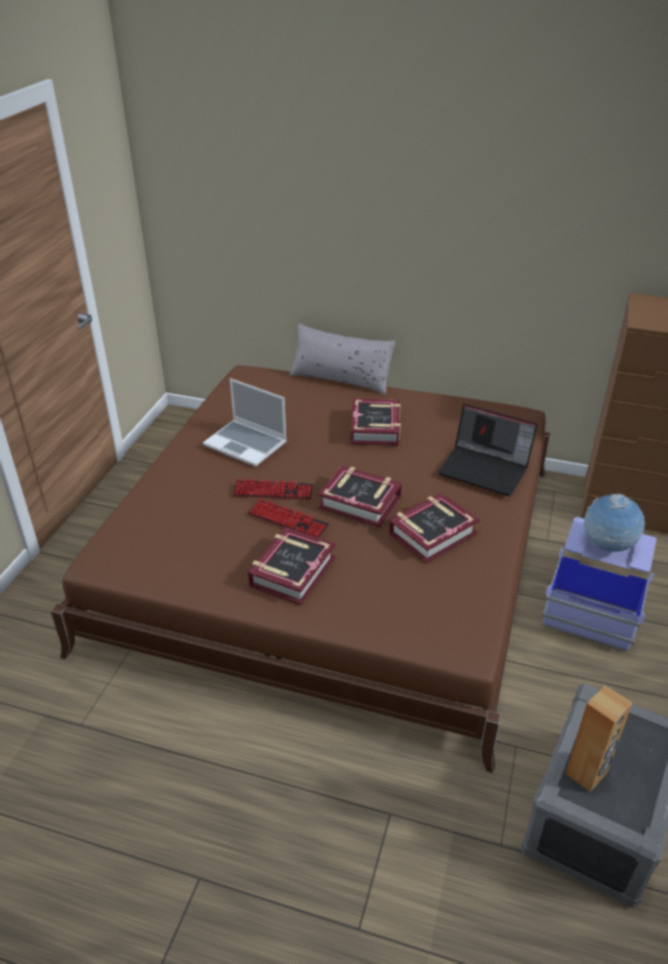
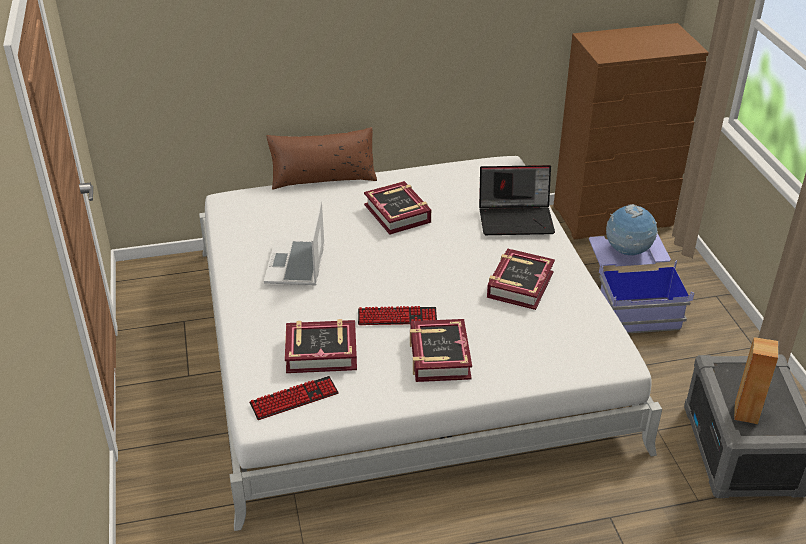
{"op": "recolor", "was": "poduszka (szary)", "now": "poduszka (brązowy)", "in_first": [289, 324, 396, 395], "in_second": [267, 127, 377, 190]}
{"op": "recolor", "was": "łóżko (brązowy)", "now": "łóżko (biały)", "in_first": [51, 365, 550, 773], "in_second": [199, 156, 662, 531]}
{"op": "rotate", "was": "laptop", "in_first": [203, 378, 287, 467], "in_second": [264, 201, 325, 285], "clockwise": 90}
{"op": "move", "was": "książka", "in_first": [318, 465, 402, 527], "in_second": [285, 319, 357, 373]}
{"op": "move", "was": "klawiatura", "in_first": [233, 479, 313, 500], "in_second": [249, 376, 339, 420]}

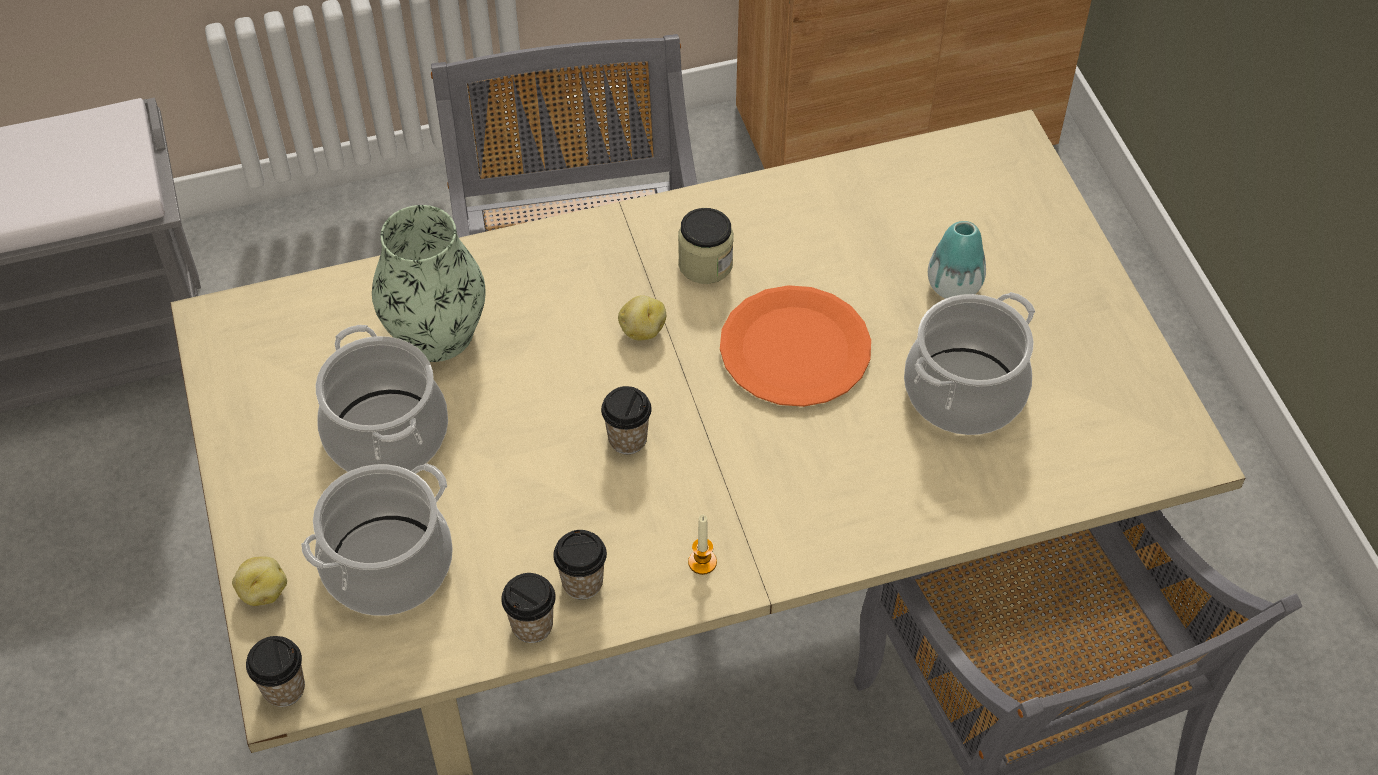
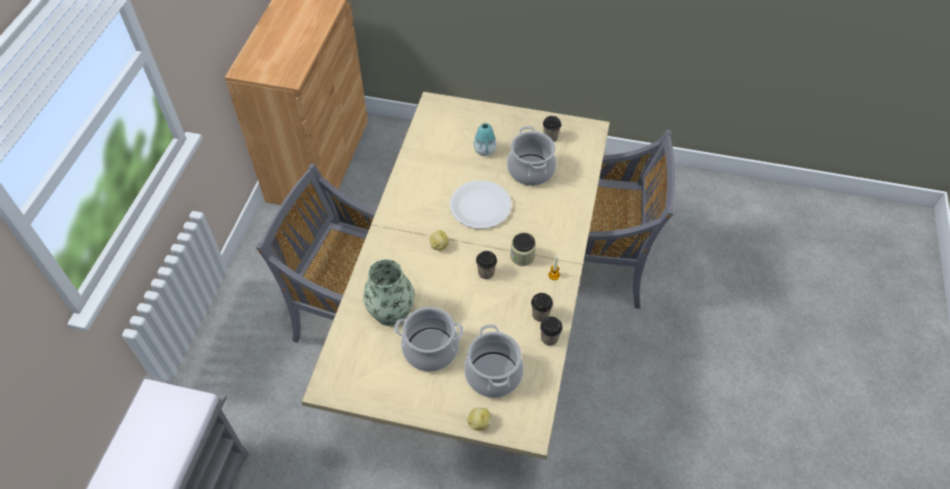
{"op": "move", "was": "słoik", "in_first": [678, 208, 734, 284], "in_second": [511, 233, 536, 266]}
{"op": "recolor", "was": "talerz (pomarańczowy)", "now": "talerz (biały)", "in_first": [720, 285, 871, 407], "in_second": [450, 180, 511, 229]}
{"op": "move", "was": "filiżanka", "in_first": [246, 636, 305, 707], "in_second": [543, 116, 561, 142]}

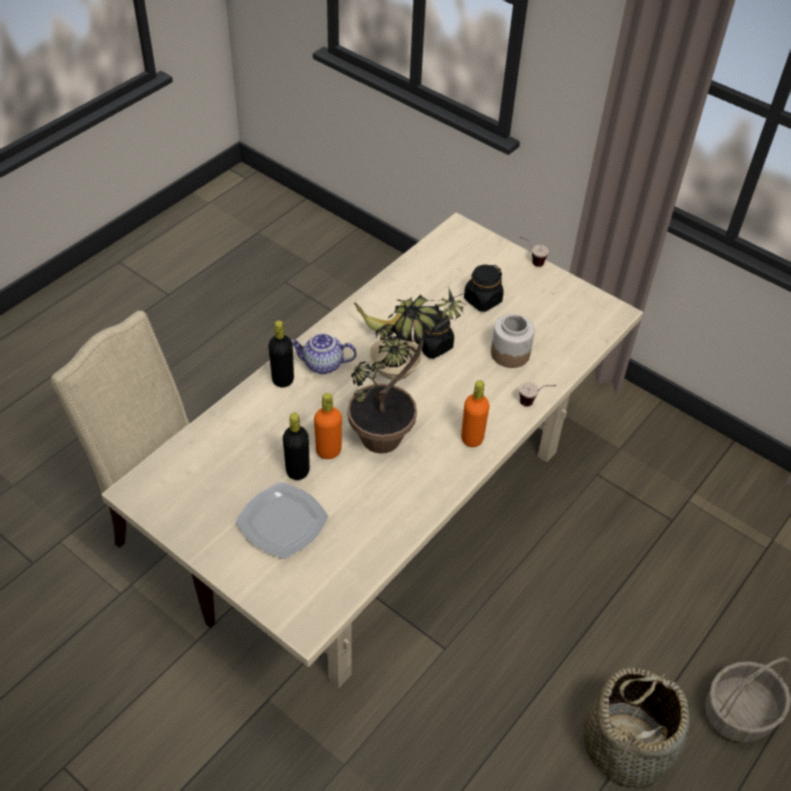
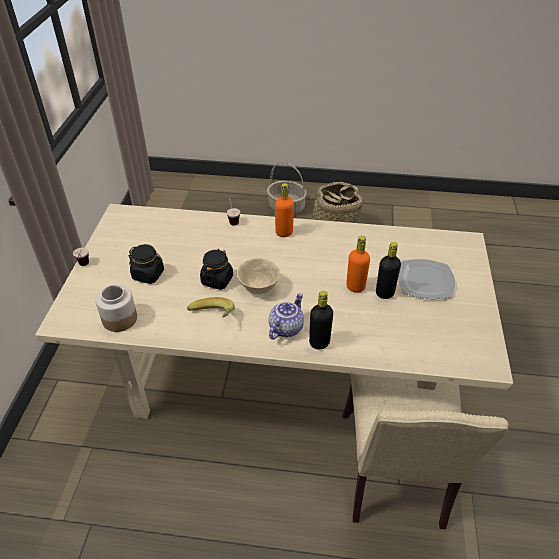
{"op": "delete", "was": "roślina doniczkowa", "in_first": [347, 288, 473, 454]}
{"op": "move", "was": "słoik", "in_first": [491, 314, 535, 368], "in_second": [95, 284, 137, 332]}
{"op": "rotate", "was": "imbryk", "in_first": [291, 333, 357, 374], "in_second": [269, 293, 304, 340], "clockwise": -120}

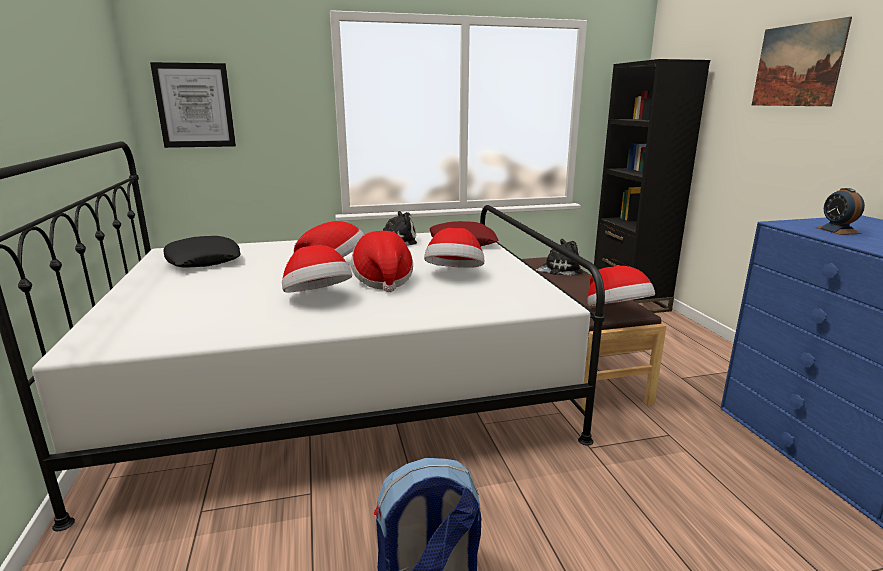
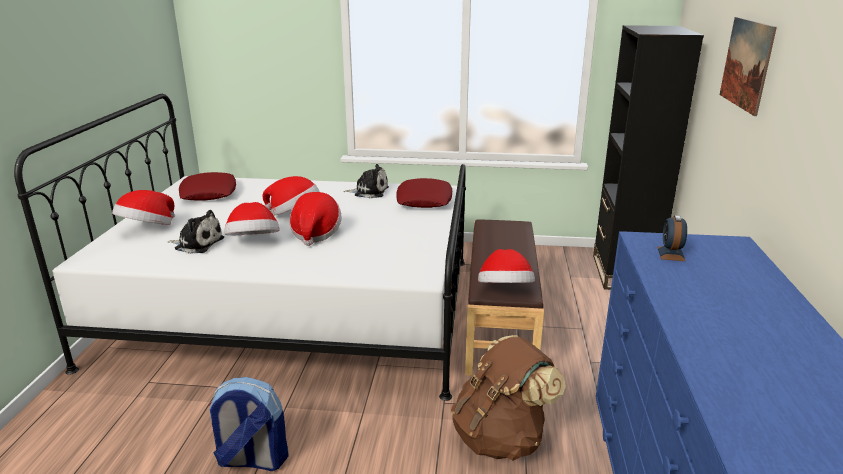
{"op": "delete", "was": "obraz", "in_first": [150, 62, 236, 148]}
{"op": "move", "was": "kapelusz", "in_first": [424, 228, 484, 268], "in_second": [112, 190, 175, 225]}
{"op": "recolor", "was": "poduszka (czarny)", "now": "poduszka (czerwony)", "in_first": [163, 236, 241, 268], "in_second": [179, 172, 236, 201]}
{"op": "move", "was": "pluszak", "in_first": [535, 239, 583, 276], "in_second": [168, 210, 224, 254]}
{"op": "insert", "now": "plecak (brązowy)", "in_second": [451, 335, 566, 461]}

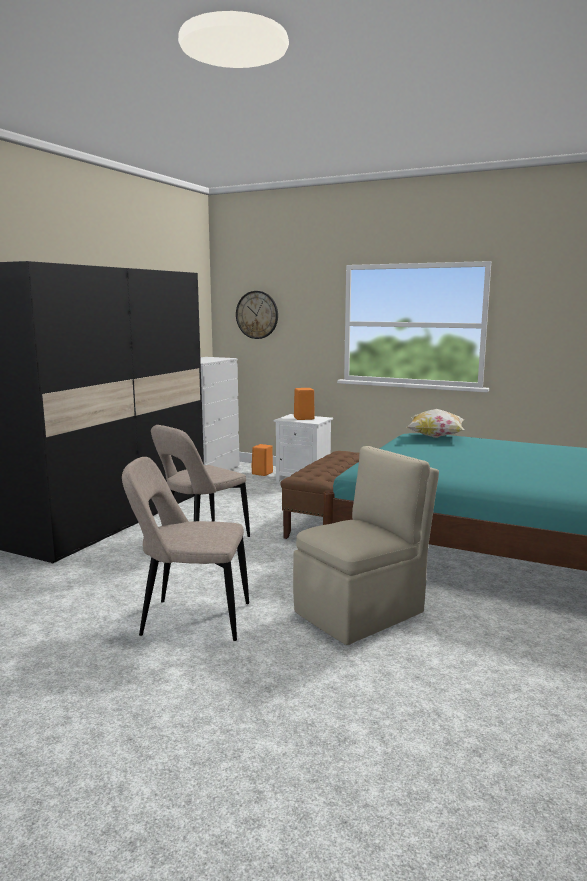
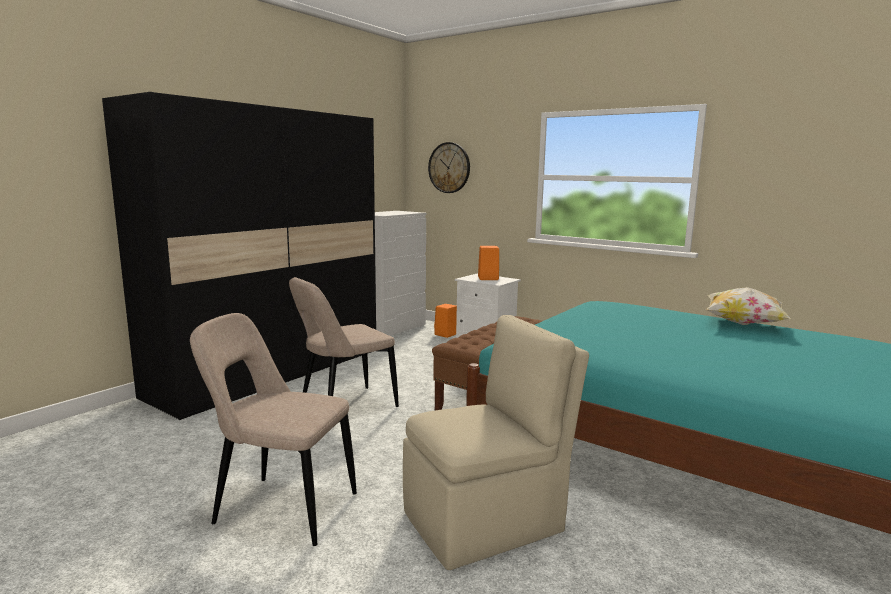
{"op": "move", "was": "poduszka", "in_first": [407, 409, 464, 438], "in_second": [705, 287, 792, 325]}

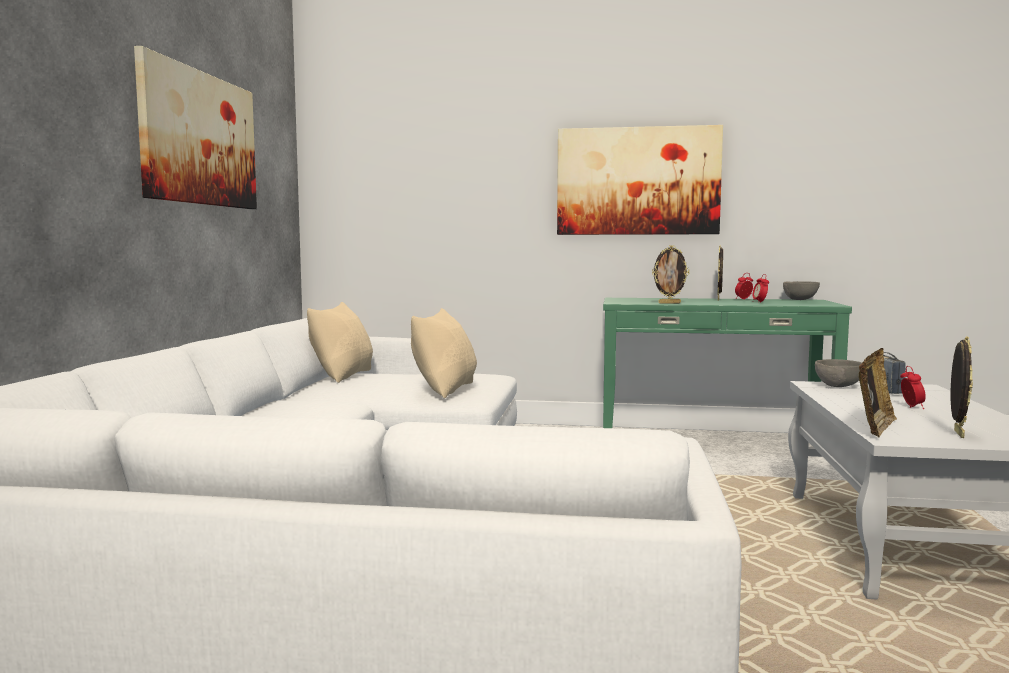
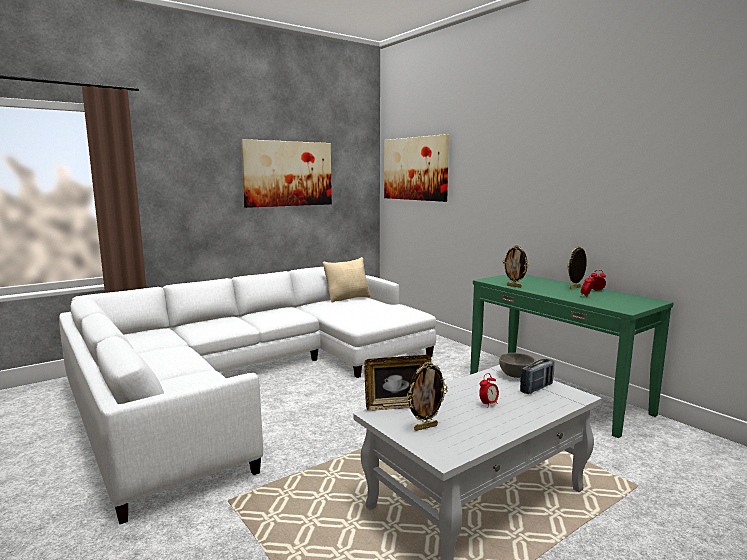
{"op": "move", "was": "obraz", "in_first": [557, 125, 723, 235], "in_second": [384, 134, 449, 202]}
{"op": "delete", "was": "miska (szary)", "in_first": [783, 281, 820, 300]}
{"op": "delete", "was": "poduszka (beżowy)", "in_first": [411, 308, 477, 398]}

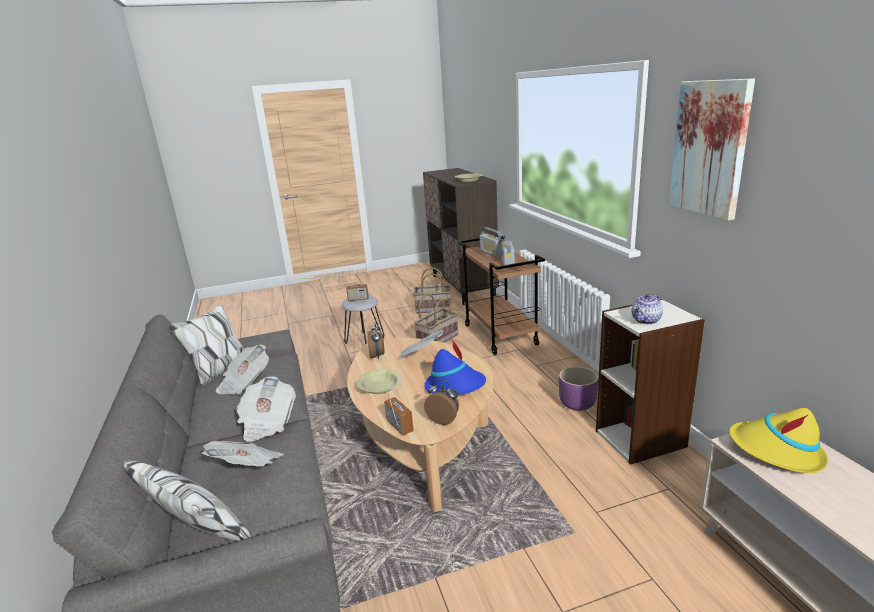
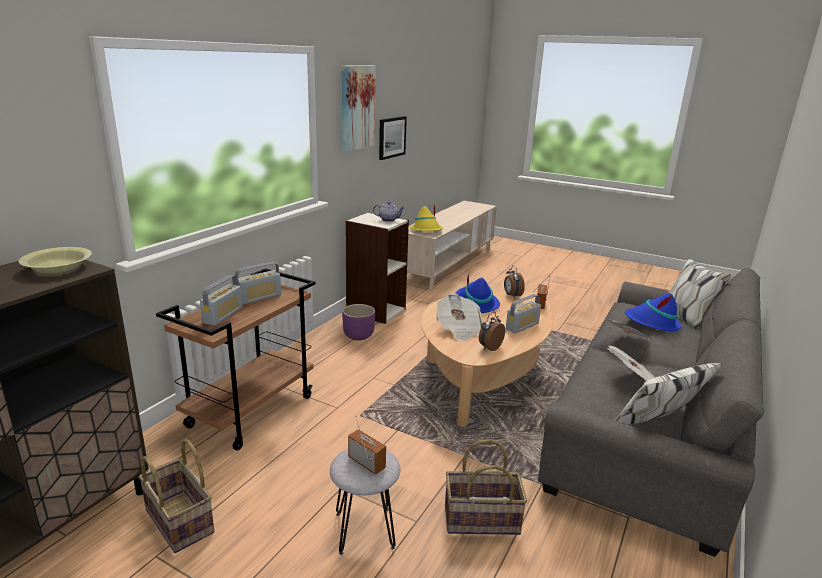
{"op": "move", "was": "koszyk", "in_first": [414, 294, 458, 342], "in_second": [445, 439, 527, 535]}
{"op": "replace", "was": "miska (żółty)", "now": "radio", "in_first": [356, 369, 402, 394], "in_second": [506, 294, 541, 334]}
{"op": "replace", "was": "gazeta", "now": "kapelusz (niebieski)", "in_first": [202, 441, 284, 467], "in_second": [625, 293, 681, 331]}
{"op": "insert", "now": "obraz", "in_second": [379, 116, 407, 160]}

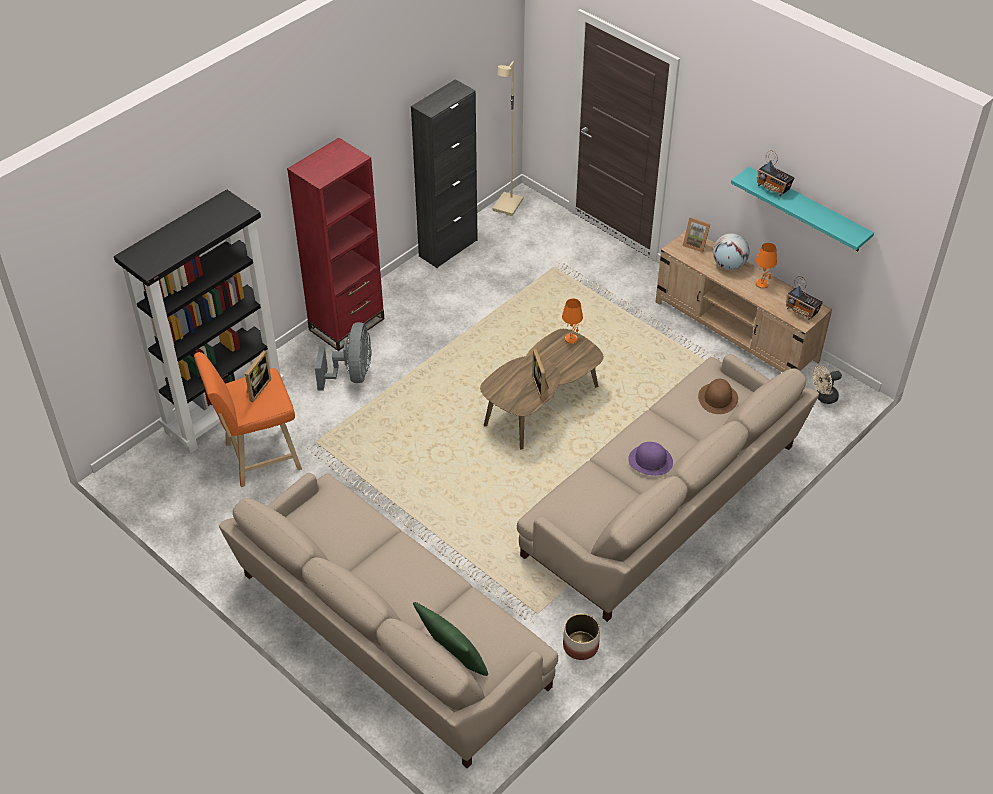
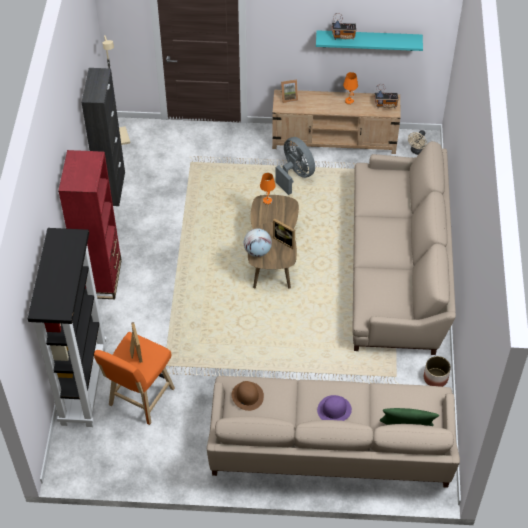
{"op": "move", "was": "globus", "in_first": [713, 233, 749, 270], "in_second": [244, 228, 272, 257]}
{"op": "move", "was": "wentylator (szary)", "in_first": [315, 322, 372, 391], "in_second": [275, 137, 315, 195]}
{"op": "move", "was": "kapelusz (brązowy)", "in_first": [698, 379, 738, 414], "in_second": [232, 381, 264, 411]}
{"op": "move", "was": "kapelusz (fioletowy)", "in_first": [628, 442, 673, 476], "in_second": [317, 395, 352, 421]}

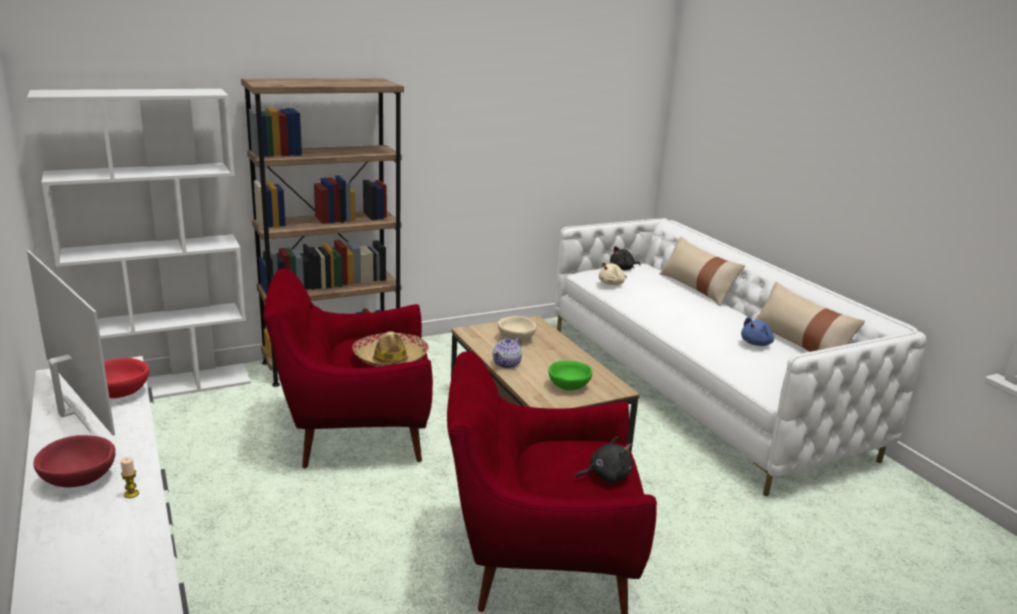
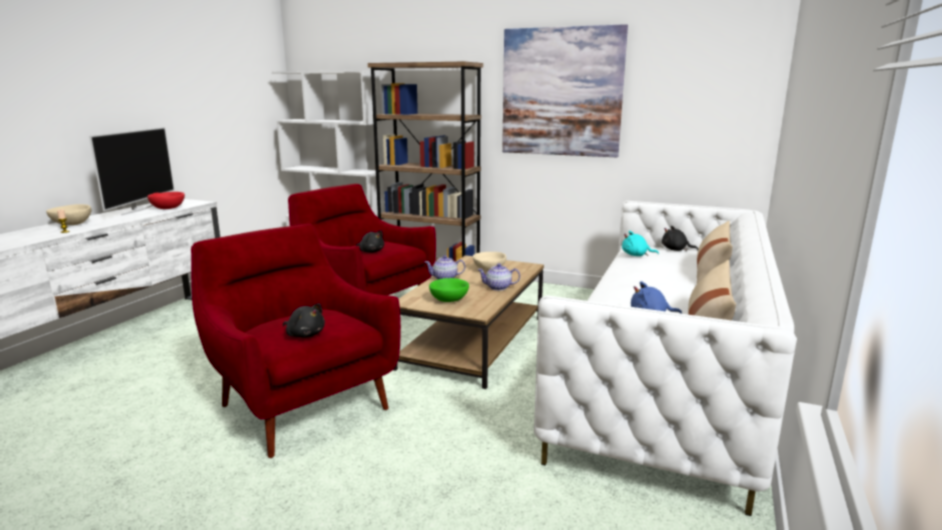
{"op": "recolor", "was": "pluszak (beżowy)", "now": "pluszak (turkusowy)", "in_first": [599, 261, 627, 285], "in_second": [622, 231, 659, 256]}
{"op": "replace", "was": "kapelusz", "now": "pluszak (czarny)", "in_first": [352, 331, 429, 367], "in_second": [356, 230, 384, 253]}
{"op": "recolor", "was": "miska (czerwony)", "now": "miska (beżowy)", "in_first": [33, 435, 115, 487], "in_second": [46, 204, 91, 225]}
{"op": "insert", "now": "obraz", "in_second": [502, 24, 628, 157]}
{"op": "insert", "now": "imbryk", "in_second": [477, 263, 520, 291]}

